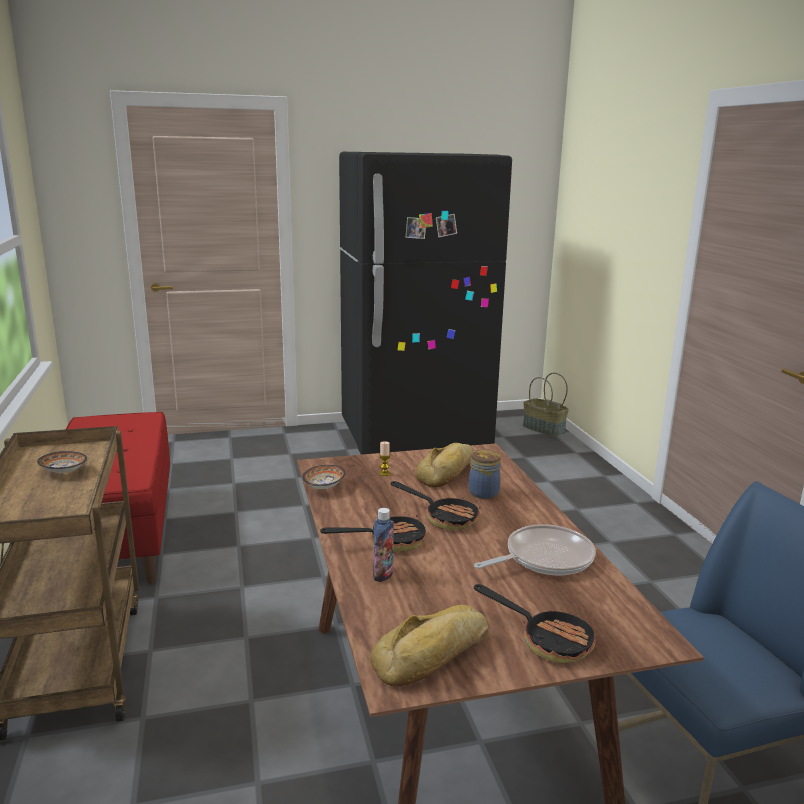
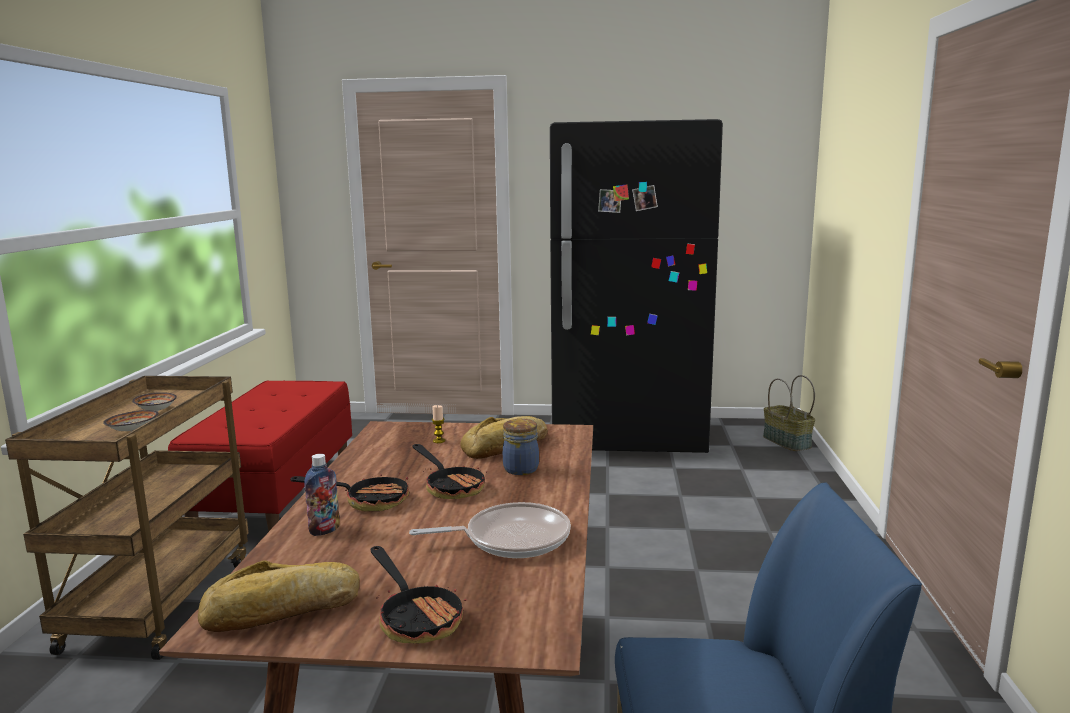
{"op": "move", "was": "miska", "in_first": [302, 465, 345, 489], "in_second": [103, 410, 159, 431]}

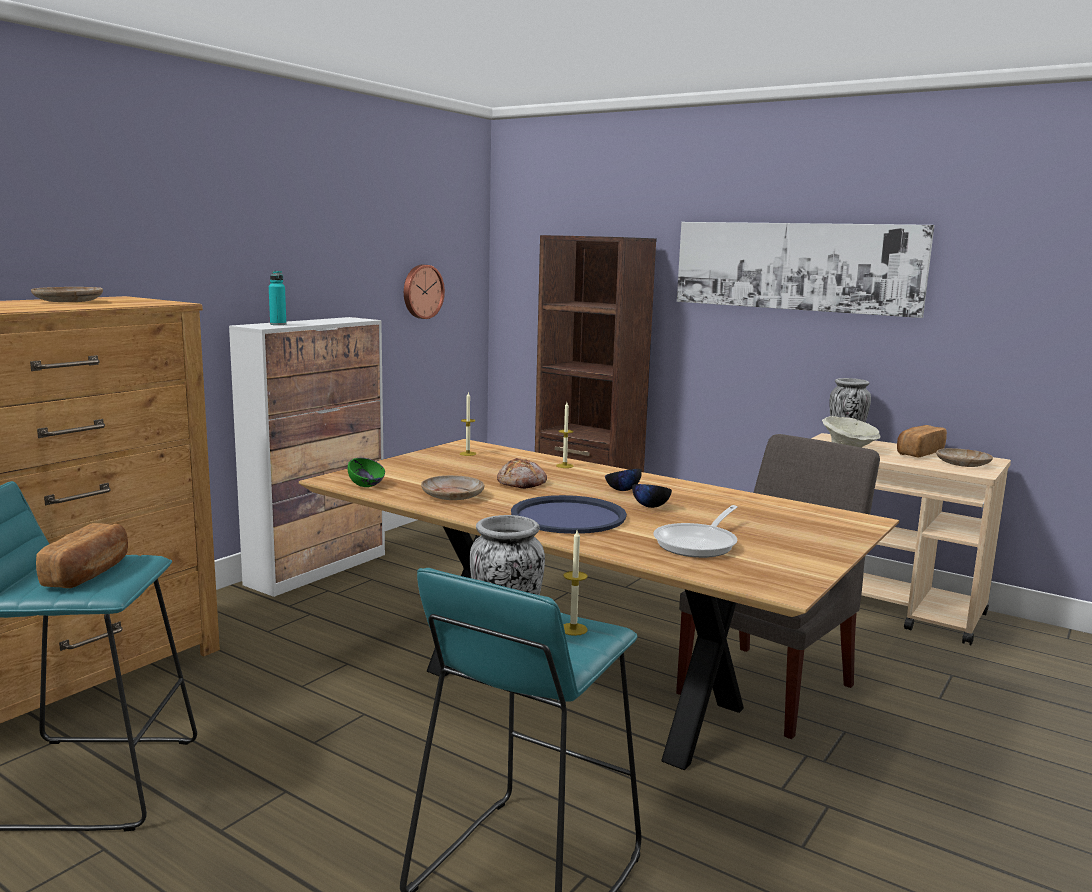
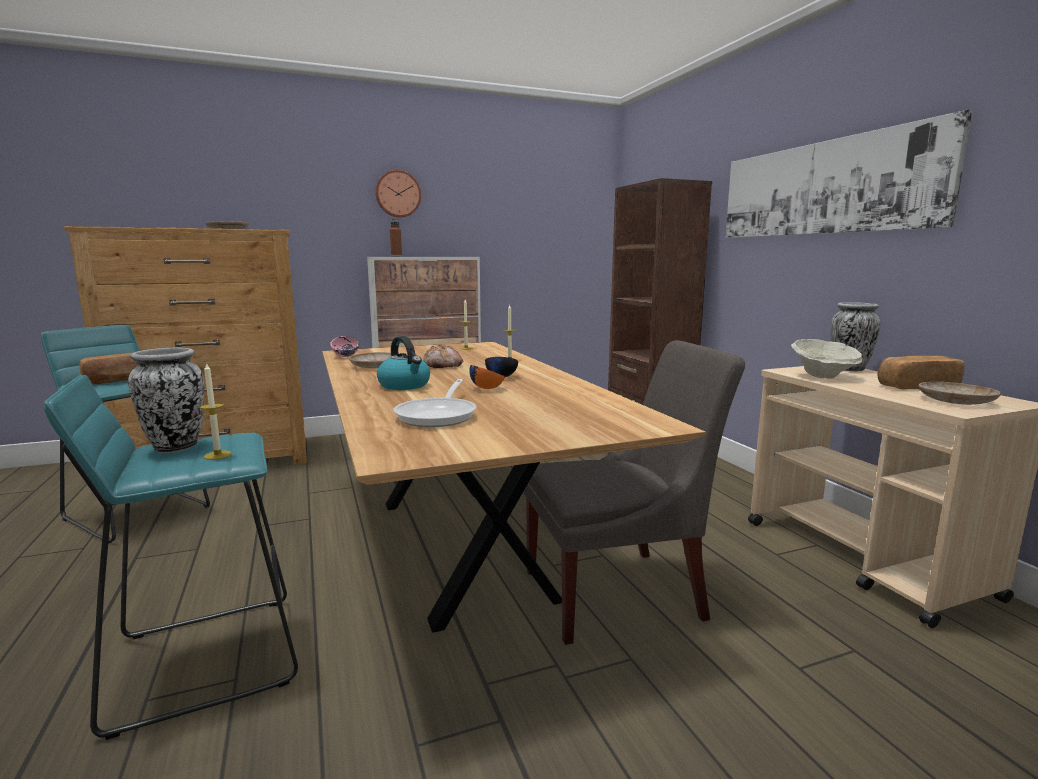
{"op": "move", "was": "zegar ścienny", "in_first": [404, 265, 445, 319], "in_second": [375, 170, 421, 217]}
{"op": "recolor", "was": "butelka (turkusowy)", "now": "butelka (brązowy)", "in_first": [269, 271, 286, 325], "in_second": [390, 218, 402, 256]}
{"op": "recolor", "was": "miska (zielony)", "now": "miska (różowy)", "in_first": [348, 458, 385, 487], "in_second": [331, 336, 359, 357]}
{"op": "recolor", "was": "miska (czarny)", "now": "miska (pomarańczowy)", "in_first": [632, 484, 672, 508], "in_second": [469, 365, 505, 389]}
{"op": "replace", "was": "taca (niebieski)", "now": "czajnik", "in_first": [511, 495, 627, 534], "in_second": [377, 336, 430, 390]}
{"op": "rotate", "was": "patelnia", "in_first": [653, 505, 738, 558], "in_second": [393, 379, 477, 427], "clockwise": -60}

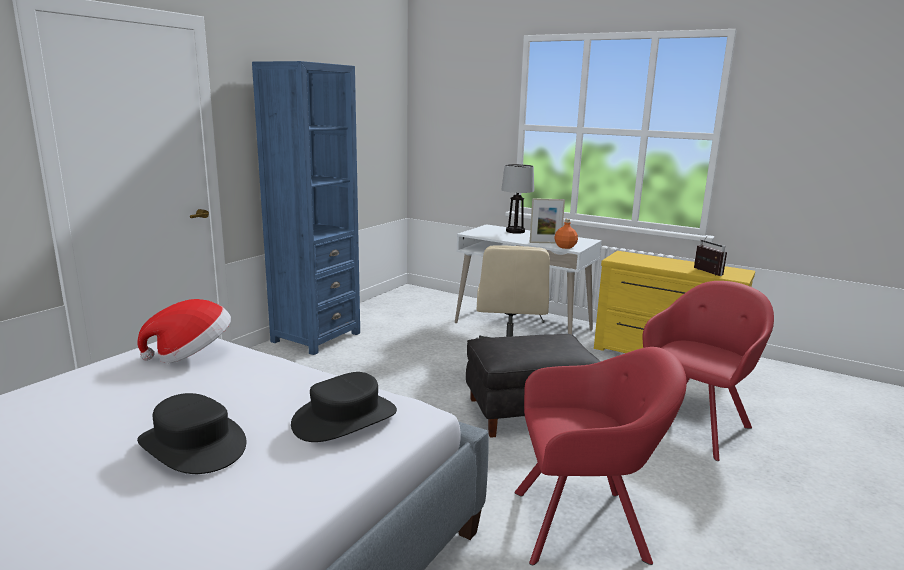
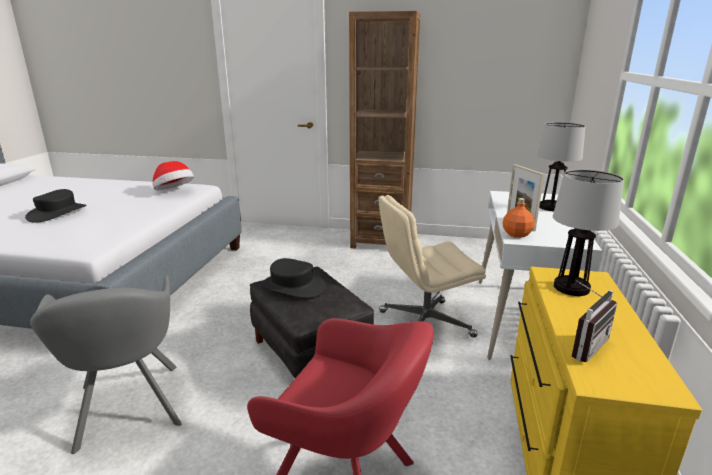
{"op": "recolor", "was": "regał (niebieski)", "now": "regał (brązowy)", "in_first": [252, 61, 360, 355], "in_second": [349, 11, 420, 248]}
{"op": "recolor", "was": "fotel (czerwony)", "now": "fotel (szary)", "in_first": [514, 347, 687, 565], "in_second": [30, 275, 182, 454]}
{"op": "move", "was": "kapelusz (czarny)", "in_first": [291, 372, 397, 442], "in_second": [260, 258, 326, 298]}
{"op": "insert", "now": "lampa stołowa", "in_second": [553, 170, 624, 296]}

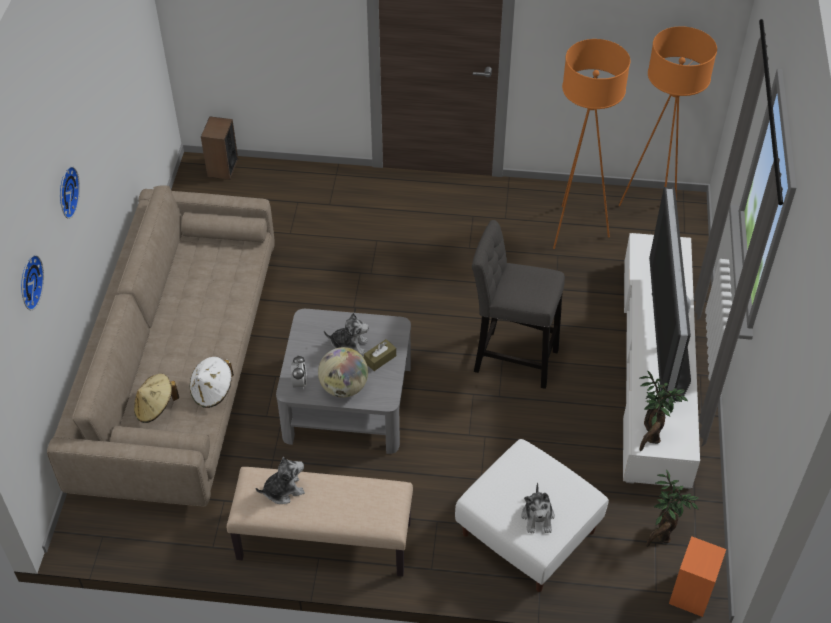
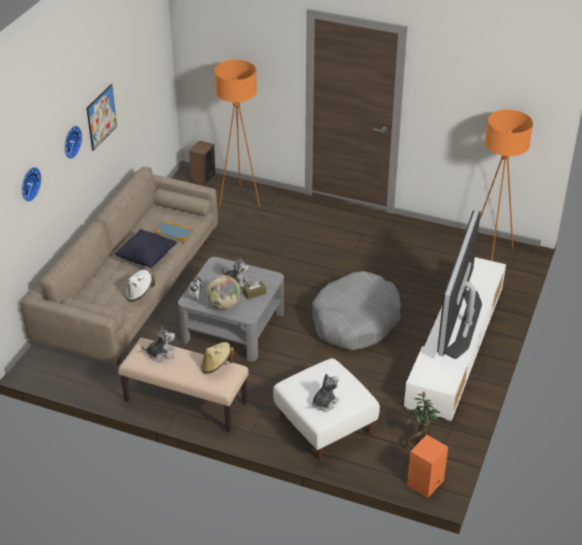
{"op": "move", "was": "lampa stojąca (pomarańczowy)", "in_first": [553, 39, 630, 249], "in_second": [214, 60, 260, 207]}
{"op": "replace", "was": "stołek (szary)", "now": "legowisko (szary)", "in_first": [472, 220, 565, 389], "in_second": [312, 271, 401, 350]}
{"op": "delete", "was": "roślina doniczkowa", "in_first": [639, 370, 688, 452]}
{"op": "move", "was": "kapelusz (beżowy)", "in_first": [134, 374, 179, 423], "in_second": [201, 342, 235, 373]}
{"op": "rotate", "was": "pluszak", "in_first": [521, 483, 555, 533], "in_second": [312, 374, 340, 411], "clockwise": -150}
{"op": "insert", "now": "obraz", "in_second": [87, 84, 117, 151]}
{"op": "insert", "now": "książka", "in_second": [155, 221, 194, 244]}
{"op": "insert", "now": "poduszka (czarny)", "in_second": [115, 229, 177, 268]}

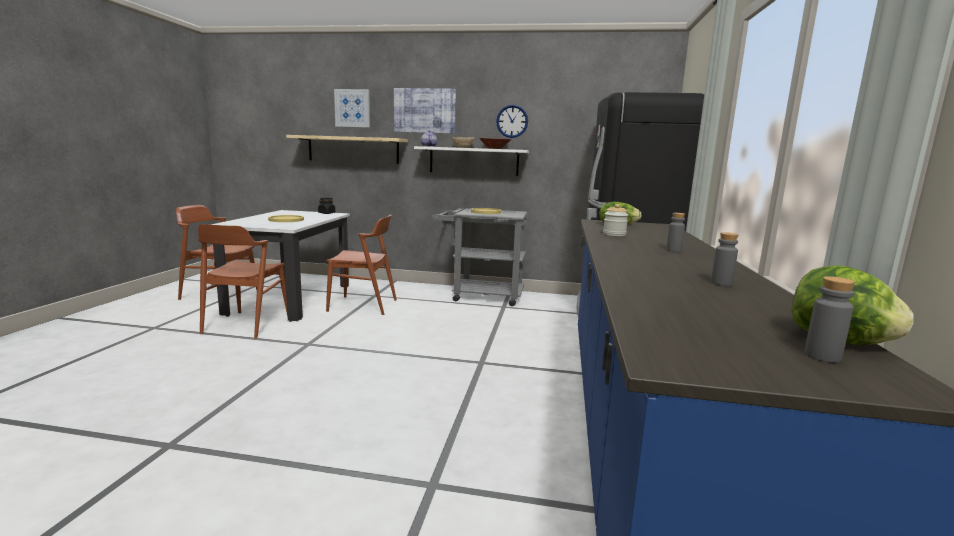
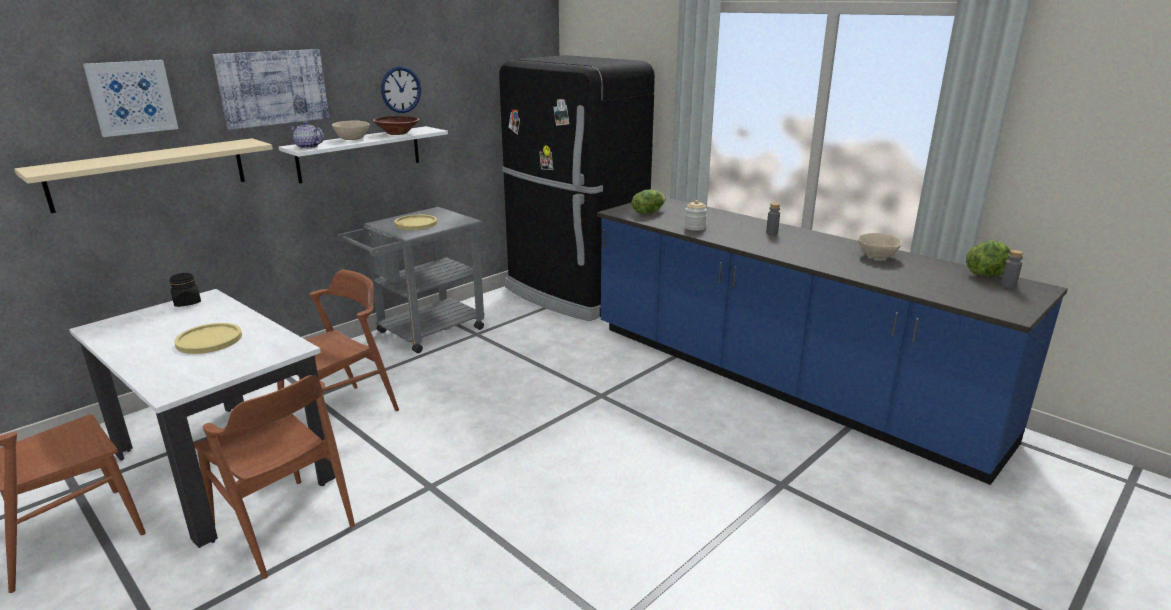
{"op": "replace", "was": "butelka (szary)", "now": "miska (beżowy)", "in_first": [711, 232, 738, 286], "in_second": [858, 233, 902, 259]}

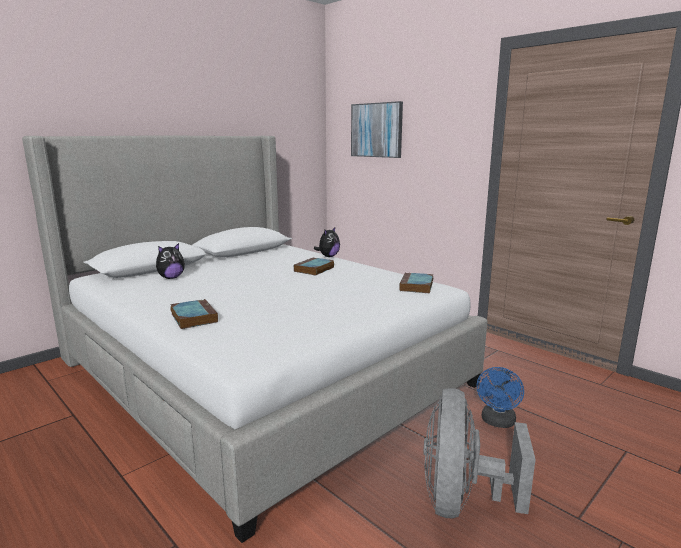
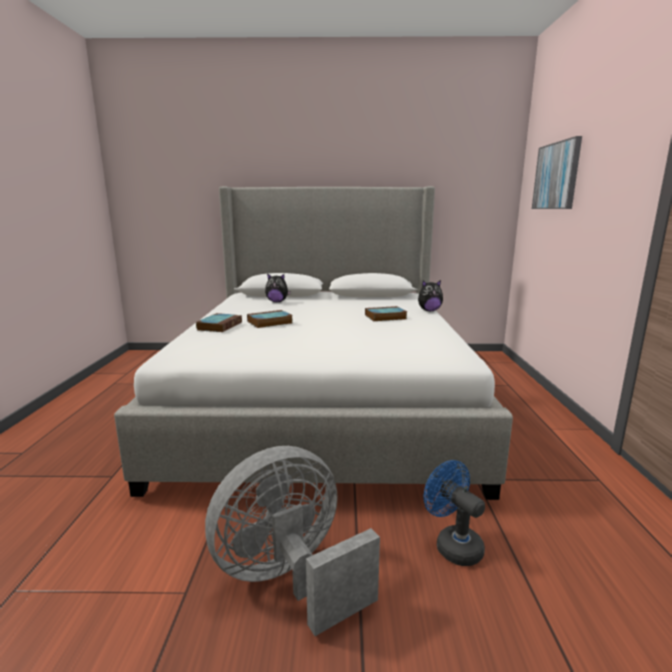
{"op": "move", "was": "książka", "in_first": [399, 272, 433, 293], "in_second": [247, 310, 292, 328]}
{"op": "rotate", "was": "wentylator (niebieski)", "in_first": [477, 367, 524, 428], "in_second": [424, 460, 485, 566], "clockwise": 75}

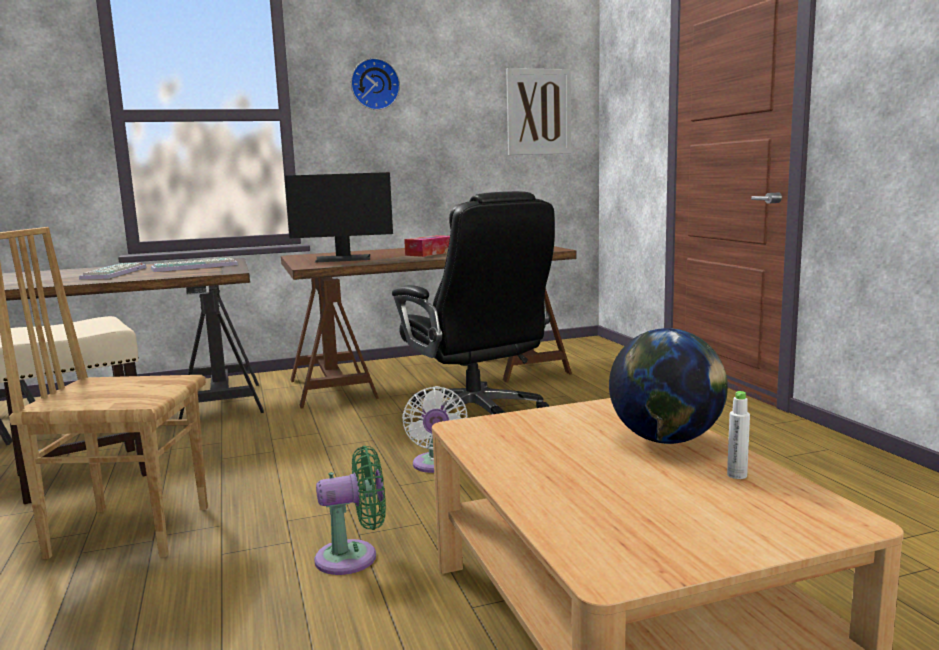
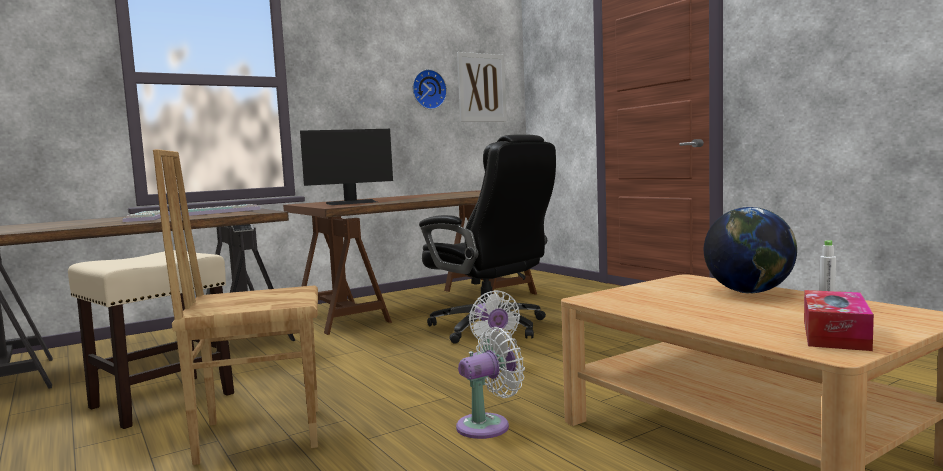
{"op": "move", "was": "zegar ścienny", "in_first": [351, 58, 400, 110], "in_second": [413, 69, 447, 109]}
{"op": "move", "was": "pudełko chusteczek", "in_first": [404, 235, 450, 257], "in_second": [804, 290, 874, 351]}
{"op": "recolor", "was": "wentylator (zielony)", "now": "wentylator (biały)", "in_first": [314, 446, 386, 575], "in_second": [456, 327, 525, 439]}

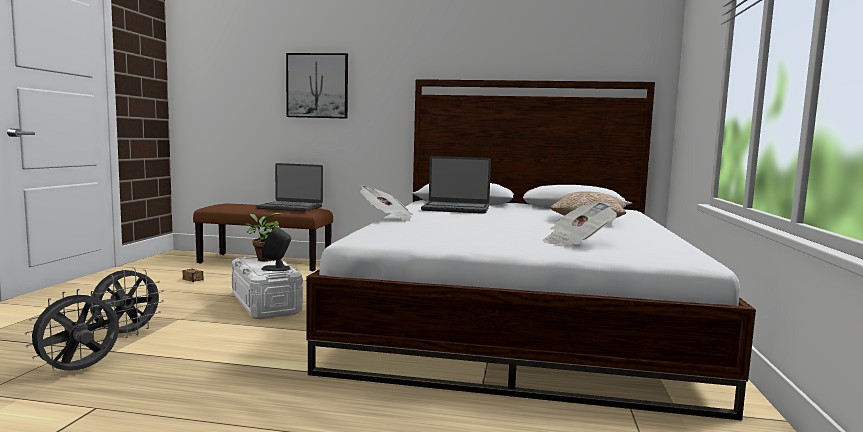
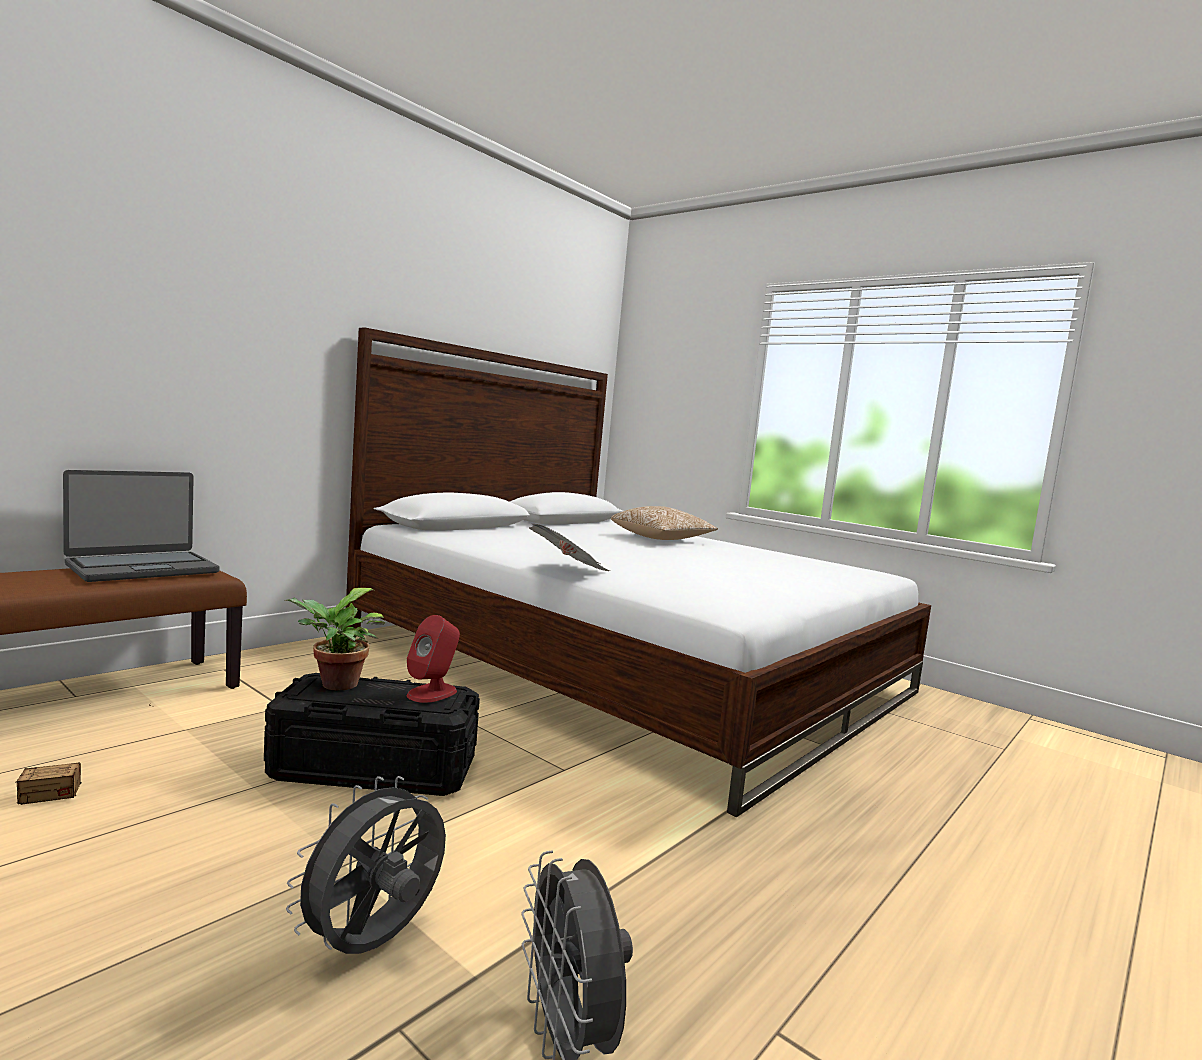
{"op": "delete", "was": "obraz", "in_first": [286, 53, 348, 119]}
{"op": "delete", "was": "laptop", "in_first": [421, 156, 491, 214]}
{"op": "delete", "was": "gazeta", "in_first": [543, 202, 617, 245]}
{"op": "recolor", "was": "głośnik (szary)", "now": "głośnik (czerwony)", "in_first": [261, 227, 291, 271], "in_second": [406, 615, 460, 703]}
{"op": "recolor", "was": "pojemnik do przechowywania (biały)", "now": "pojemnik do przechowywania (czarny)", "in_first": [231, 257, 303, 319], "in_second": [264, 673, 480, 796]}
{"op": "rotate", "was": "wentylator (szary)", "in_first": [90, 268, 164, 338], "in_second": [286, 776, 446, 954], "clockwise": -120}

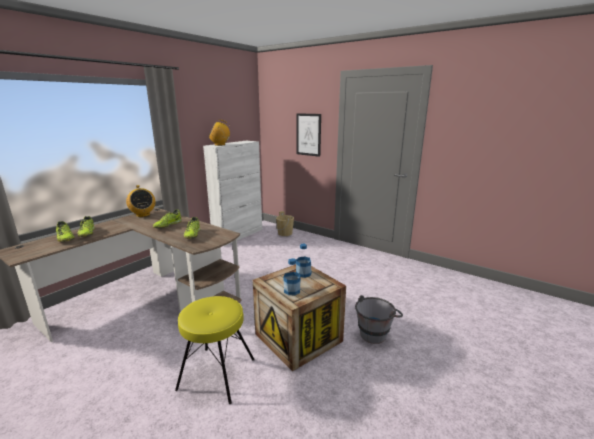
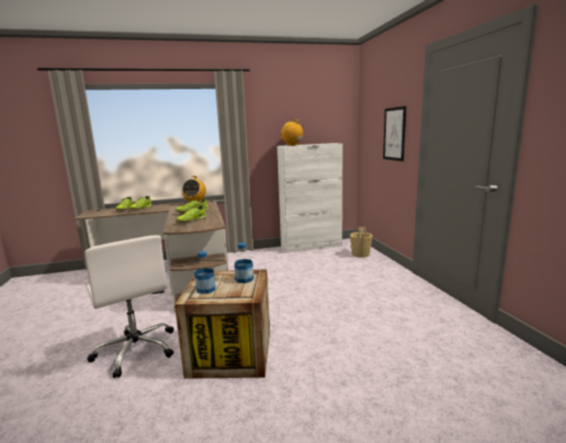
{"op": "delete", "was": "wiadro (szary)", "in_first": [355, 295, 403, 344]}
{"op": "replace", "was": "stołek (żółty)", "now": "krzesło biurowe (biały)", "in_first": [175, 296, 255, 404], "in_second": [84, 235, 174, 378]}

